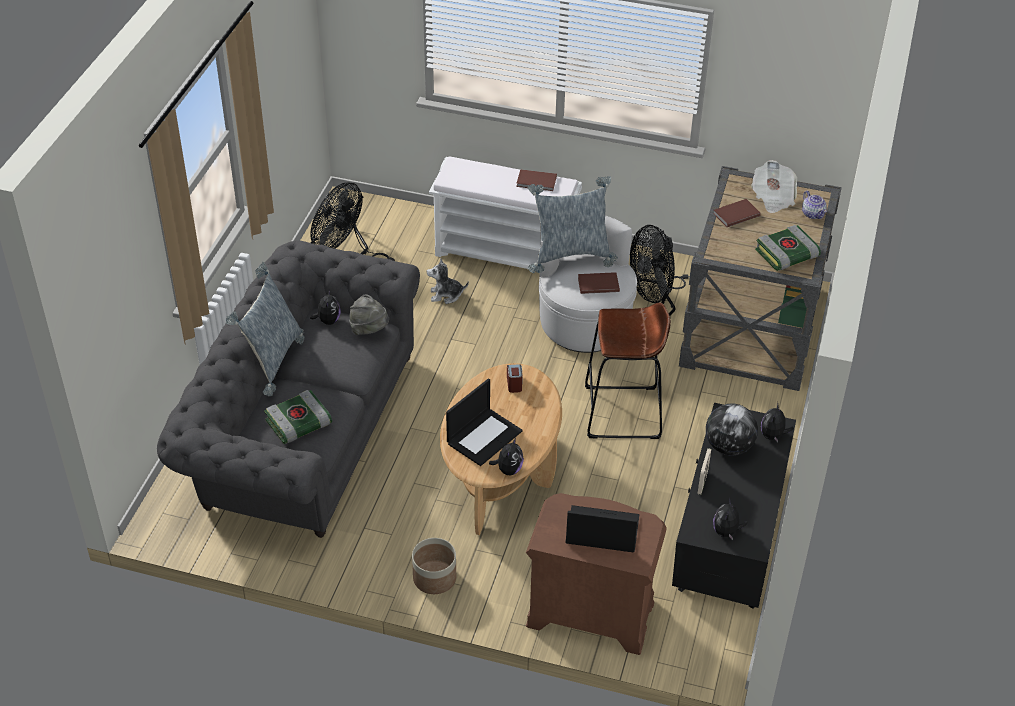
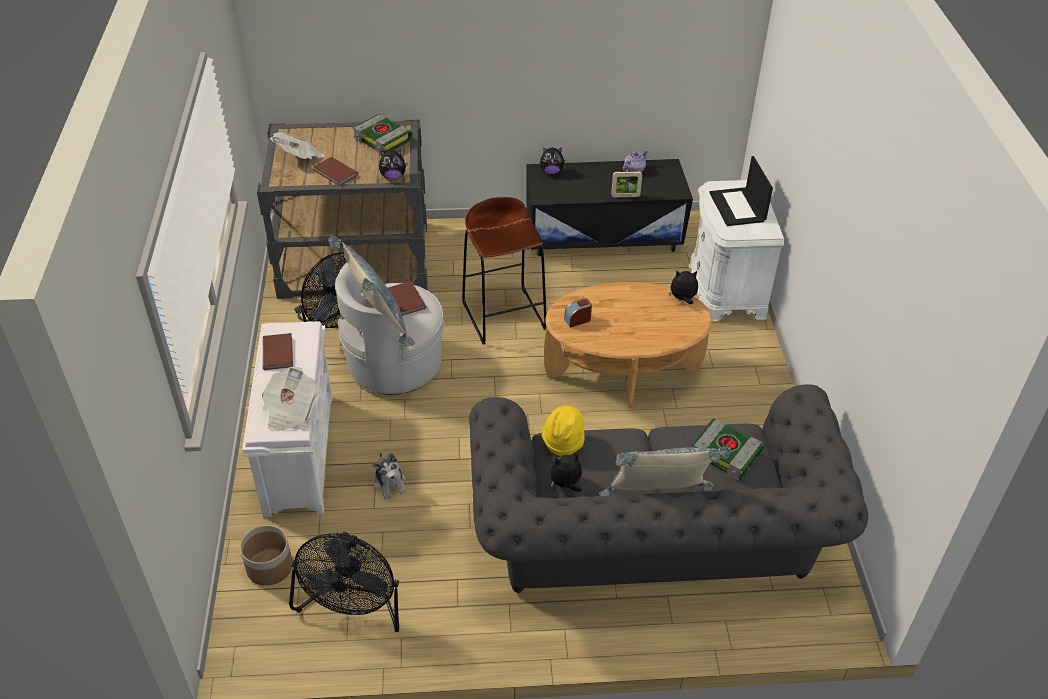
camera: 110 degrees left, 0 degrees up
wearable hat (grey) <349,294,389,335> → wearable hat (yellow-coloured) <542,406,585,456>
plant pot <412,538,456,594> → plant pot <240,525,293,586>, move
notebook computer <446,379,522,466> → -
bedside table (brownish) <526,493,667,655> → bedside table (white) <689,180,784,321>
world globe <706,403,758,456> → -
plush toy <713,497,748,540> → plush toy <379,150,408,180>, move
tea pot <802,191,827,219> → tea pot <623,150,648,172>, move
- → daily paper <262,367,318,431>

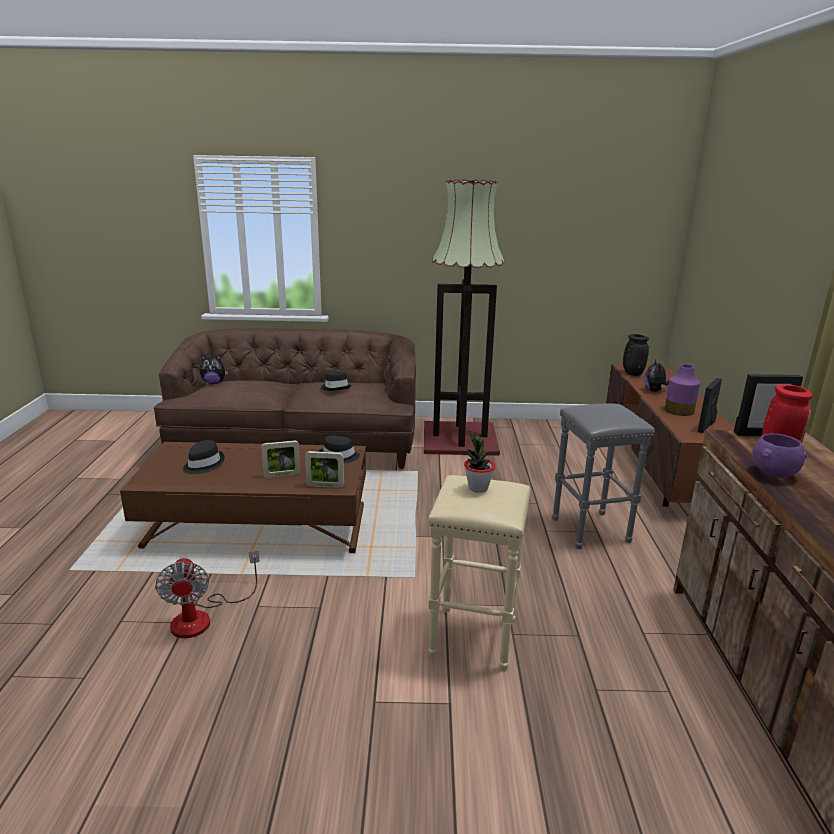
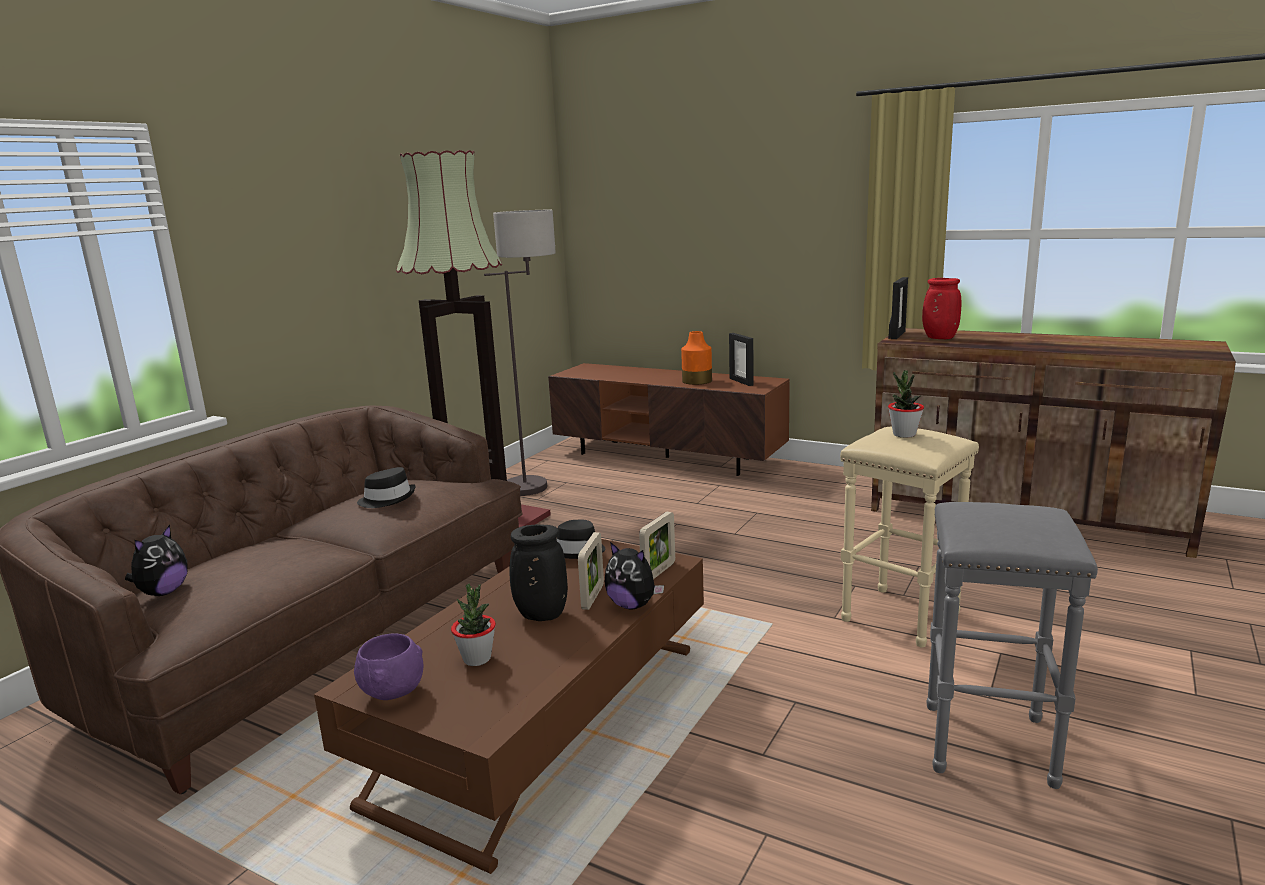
camera: 60 degrees left, 5 degrees down
cooling fan <155,550,260,638> → -
wearable hat (blackish) <183,440,224,474> → plant in a pot <451,583,496,666>
sitting stool (grey) <552,404,655,549> → sitting stool (grey) <927,502,1098,789>, move
flower vase (blackish) <623,334,649,376> → flower vase (blackish) <509,525,568,621>, move
plush toy <644,359,669,392> → plush toy <605,542,664,609>, move
flower vase (purplish) <664,364,700,416> → flower vase (orange) <681,331,712,385>
deep dish (purplish) <752,433,807,478> → deep dish (purplish) <354,633,423,700>, move
- → floor lamp (grey) <484,210,556,496>

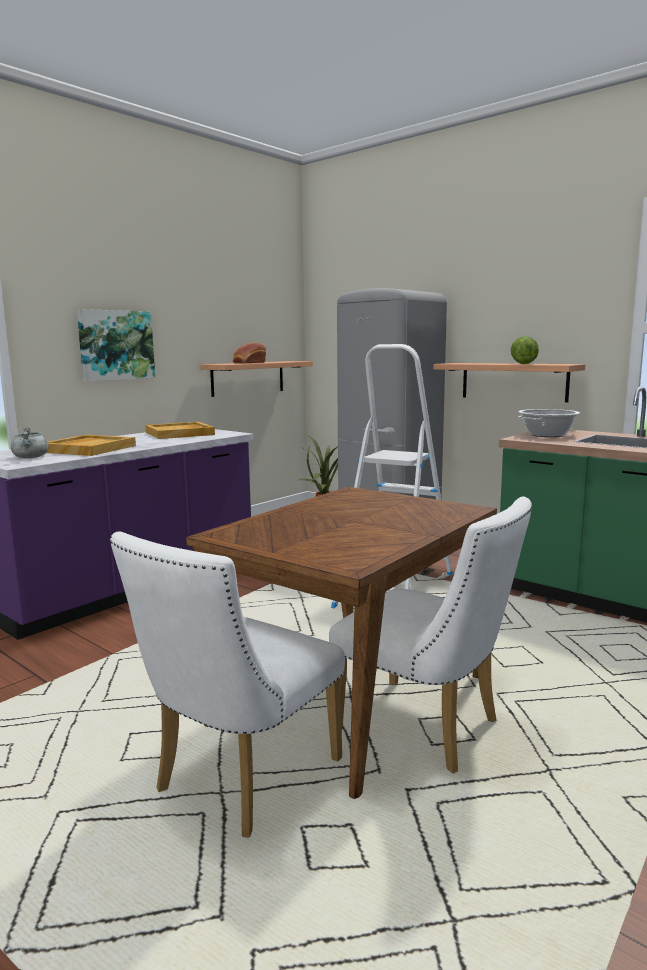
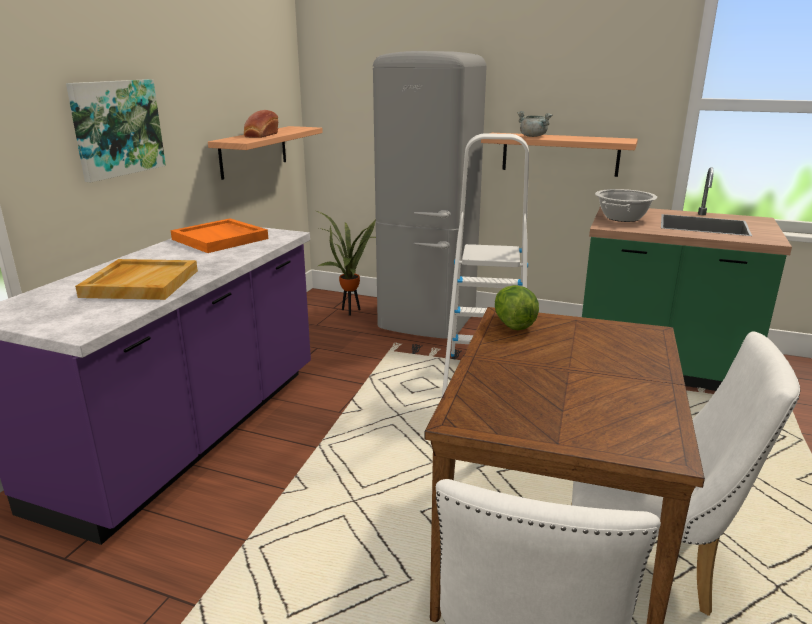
camera: 20 degrees left, 10 degrees up
stockpot (grey) <11,426,49,458> → stockpot (grey) <517,111,553,137>, move
serving tray (sand-coloured) <145,422,215,439> → serving tray (orange) <170,218,268,253>
lettuce <511,336,539,364> → lettuce <495,285,539,330>, move

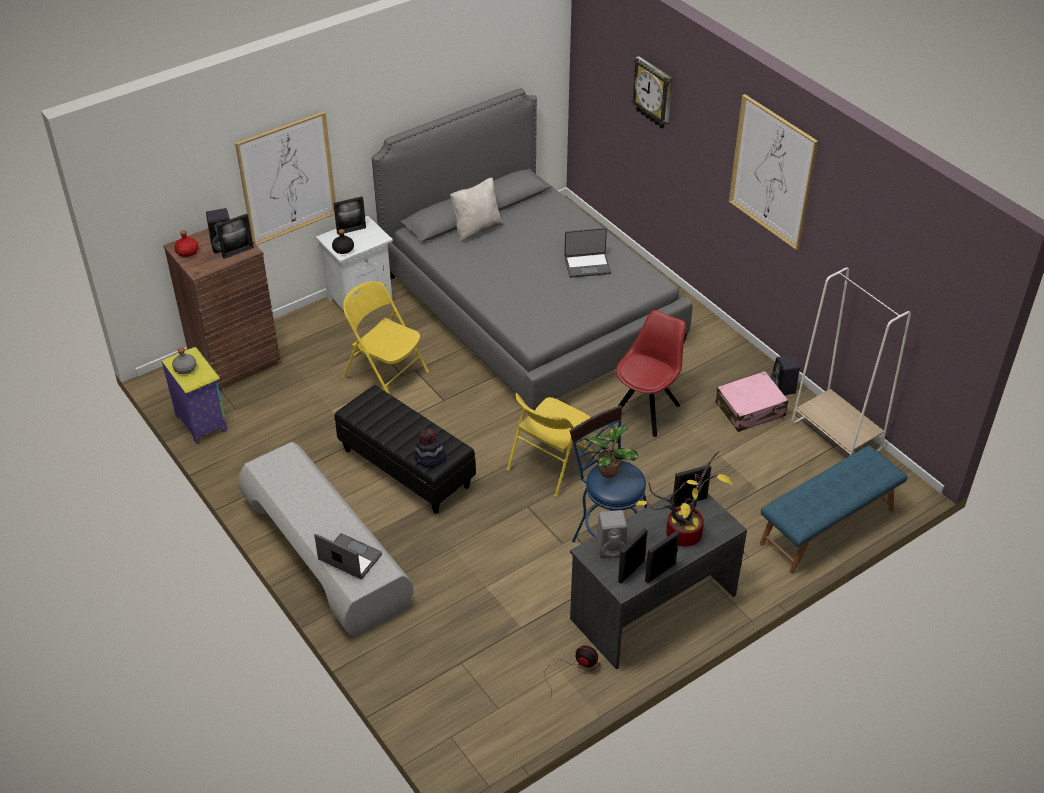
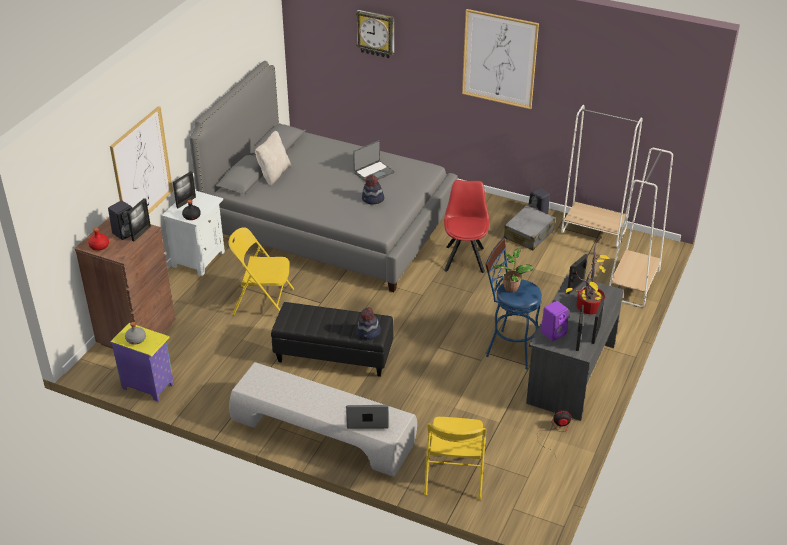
camera: 30 degrees left, 5 degrees down
chair (yellow-coloured) <506,393,597,497> → chair (yellow-coloured) <424,417,486,500>, move
loudspeaker (grey) <596,510,627,559> → loudspeaker (purplish) <541,301,569,341>
suitcase (pink-coloured) <715,371,788,432> → suitcase (grey) <504,205,555,250>
long seat (bluish) <759,446,908,574> → clothes rack <609,148,673,307>
- → wearable hat <362,175,384,204>

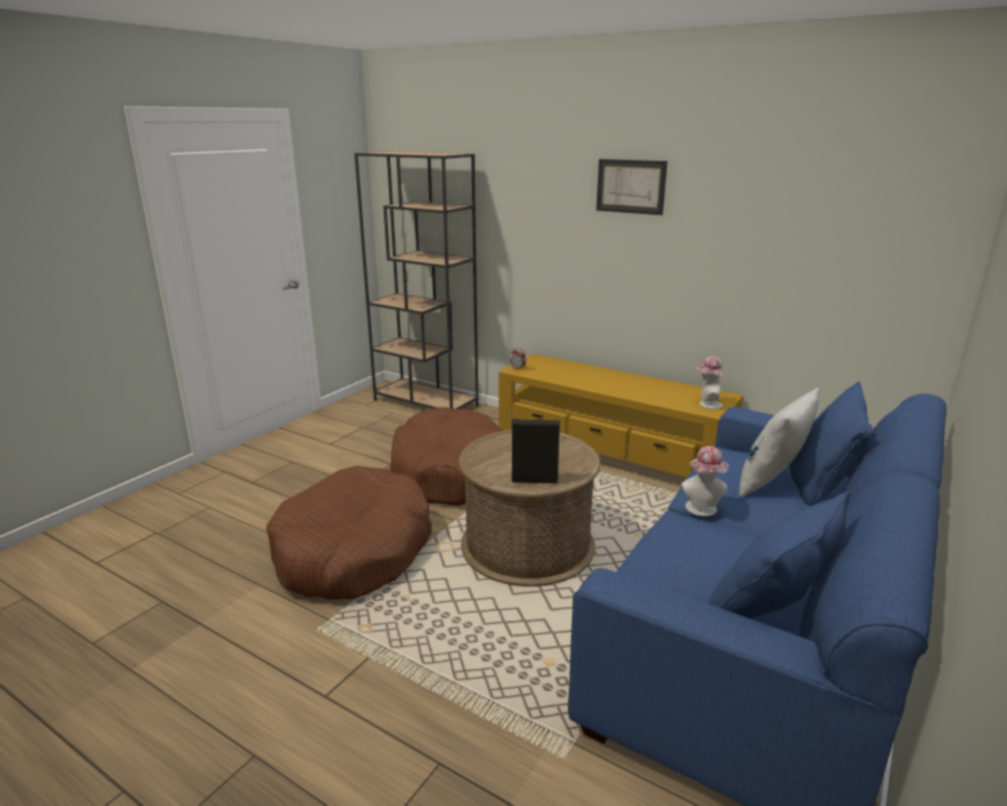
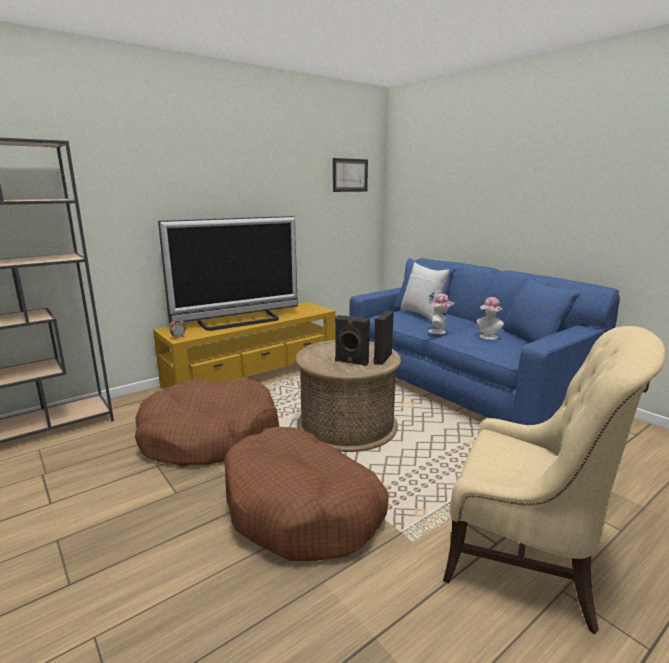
camera: 70 degrees left, 5 degrees down
wall art <596,159,668,215> → wall art <333,158,368,192>, move
wearable hat <696,356,726,409> → wearable hat <477,297,504,340>, move
- → TV set <158,216,298,331>
- → loudspeaker (blackish) <335,315,370,366>
- → lounge chair (sand-coloured) <443,326,665,635>

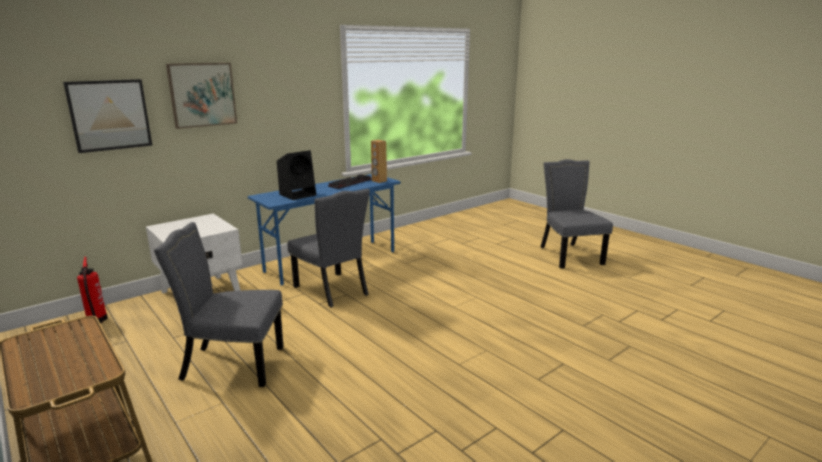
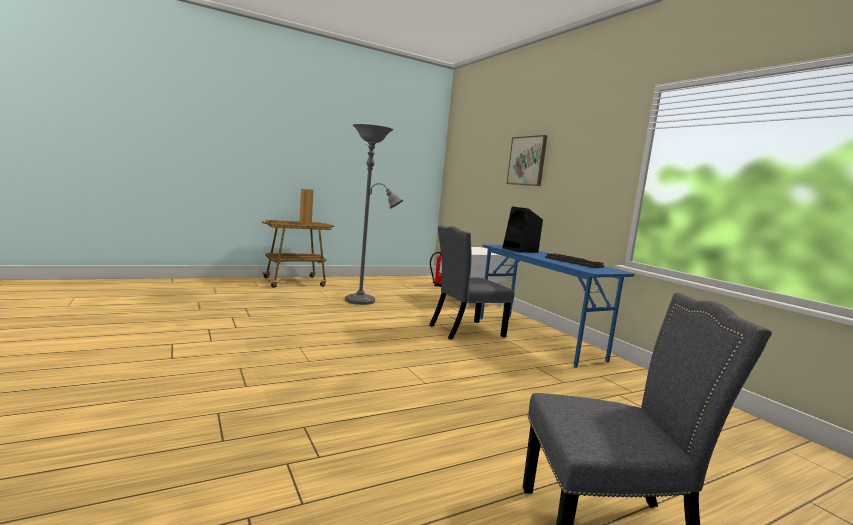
camera: 100 degrees right, 10 degrees down
wall art <63,79,152,153> → -
chair (grey) <154,222,283,387> → floor lamp (grey) <345,124,403,305>
loudspeaker (brownish) <371,140,387,183> → loudspeaker (brownish) <299,189,314,225>, move

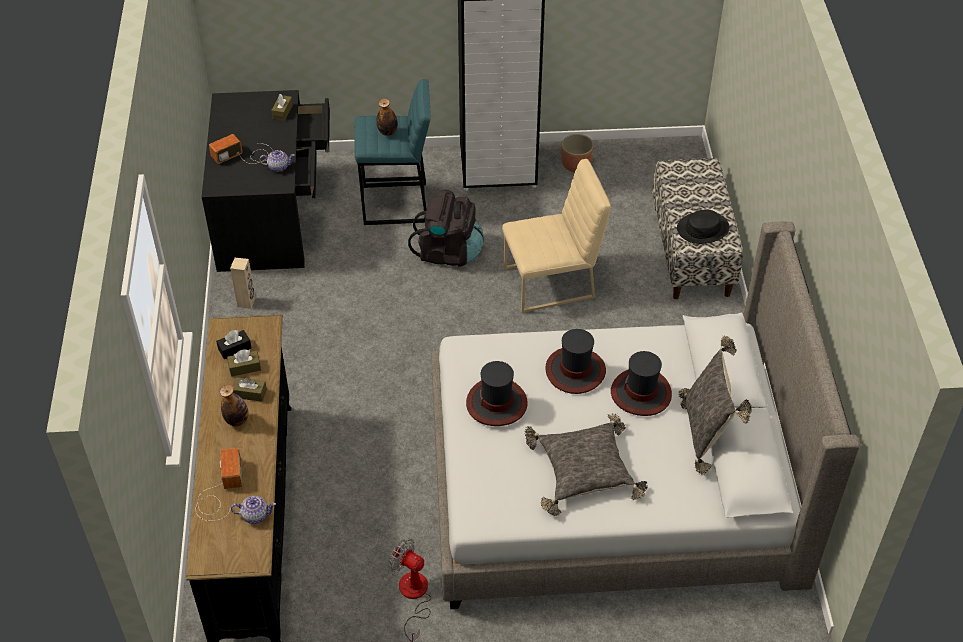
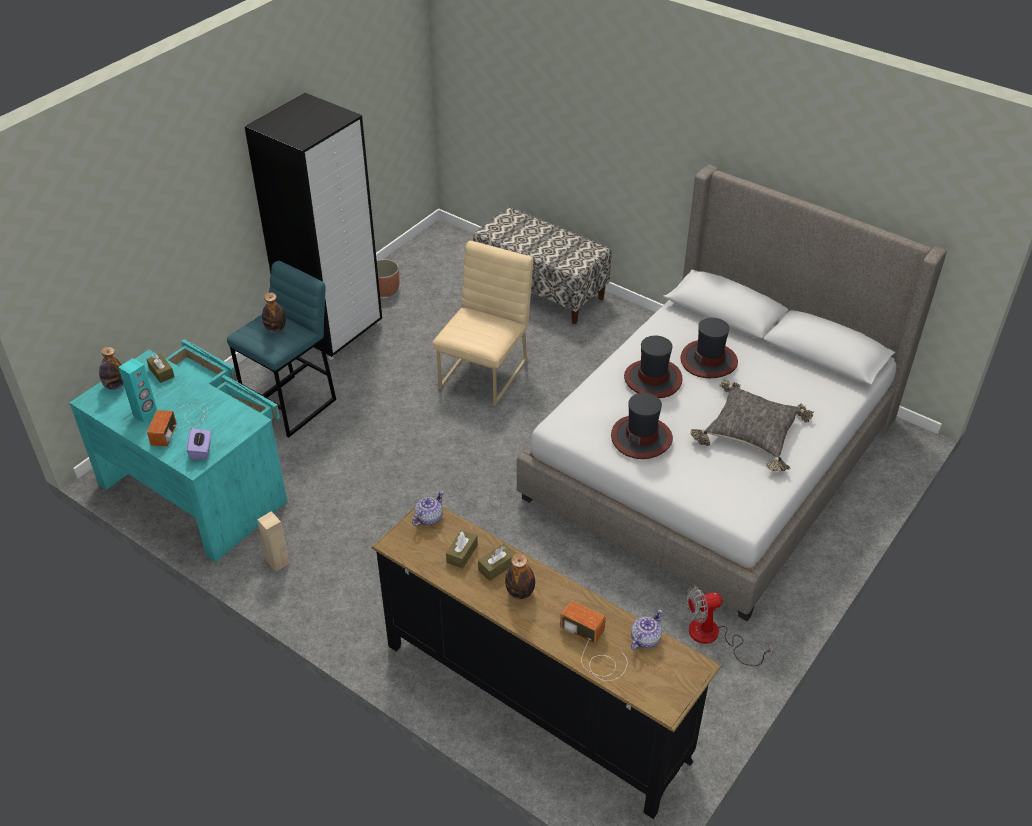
camera: 50 degrees left, 5 degrees down
desk table (blackish) <202,90,330,272> → desk table (turquoise-coloured) <69,339,287,562>
tissue box (blackish) <216,330,252,359> → -
tea pot <260,150,295,172> → tea pot <412,491,444,526>, move
knapsack (blackish) <408,189,484,267> → -
wearable hat (blackish) <677,209,729,244> → -
pillow <678,335,752,475> → -
- → bottle <99,347,123,390>
- → loudspeaker (turquoise-coloured) <118,358,157,423>
- → tissue box (purplish) <187,428,211,460>

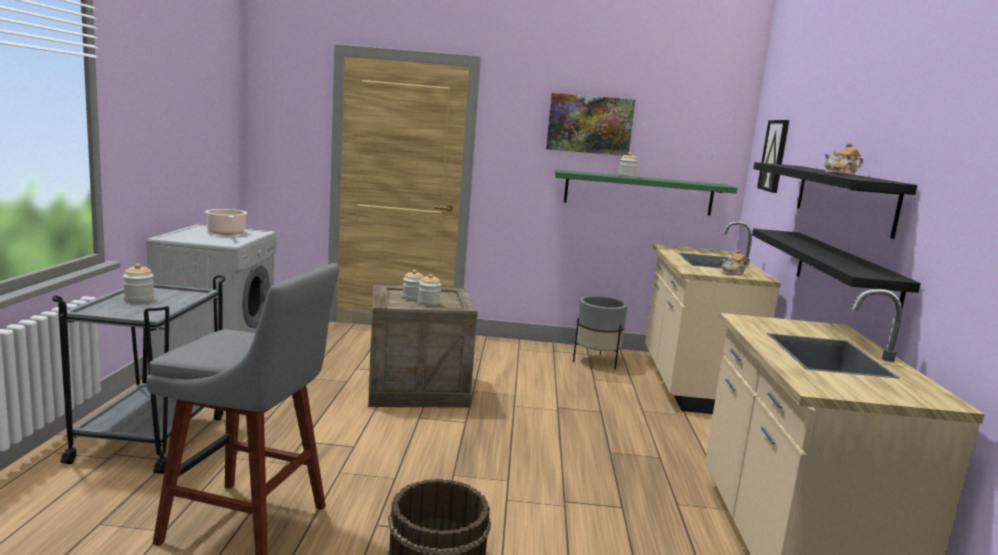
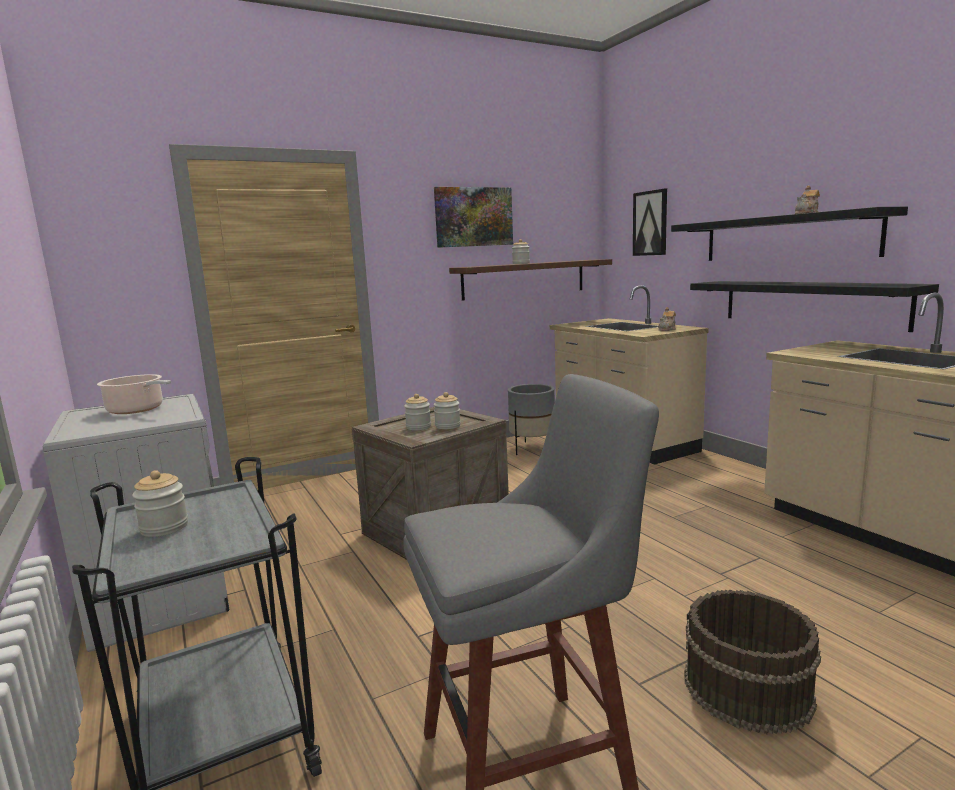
camera: 30 degrees left, 0 degrees up
wall shelf (greenish) <555,170,737,215> → wall shelf (brownish) <449,259,612,301>

